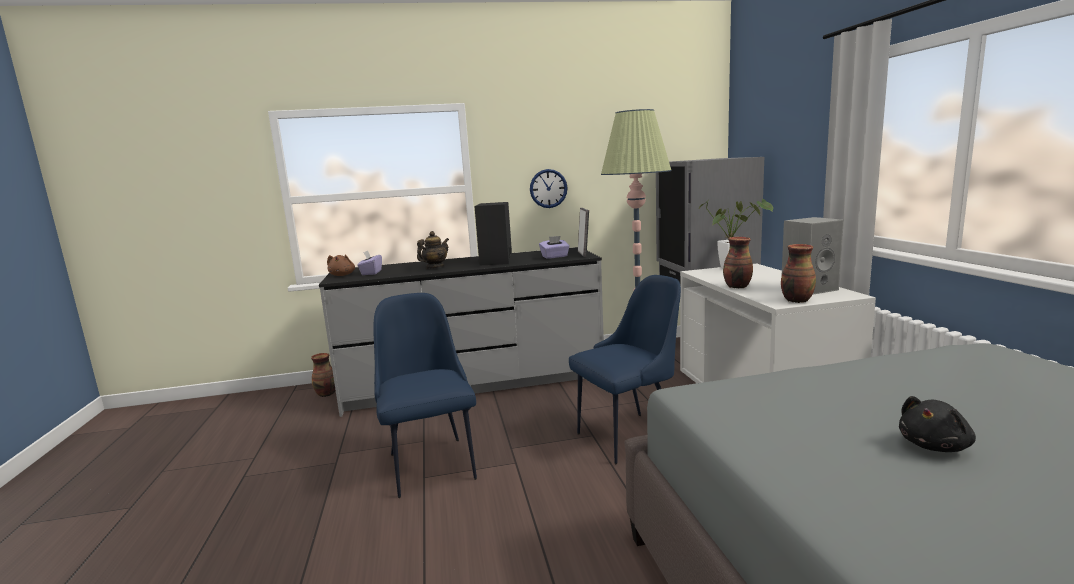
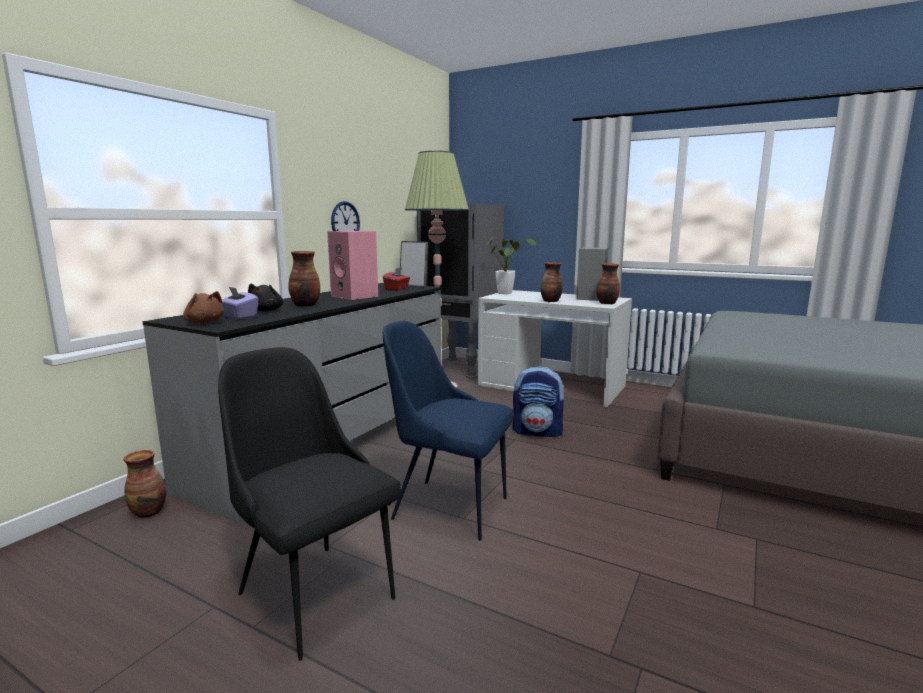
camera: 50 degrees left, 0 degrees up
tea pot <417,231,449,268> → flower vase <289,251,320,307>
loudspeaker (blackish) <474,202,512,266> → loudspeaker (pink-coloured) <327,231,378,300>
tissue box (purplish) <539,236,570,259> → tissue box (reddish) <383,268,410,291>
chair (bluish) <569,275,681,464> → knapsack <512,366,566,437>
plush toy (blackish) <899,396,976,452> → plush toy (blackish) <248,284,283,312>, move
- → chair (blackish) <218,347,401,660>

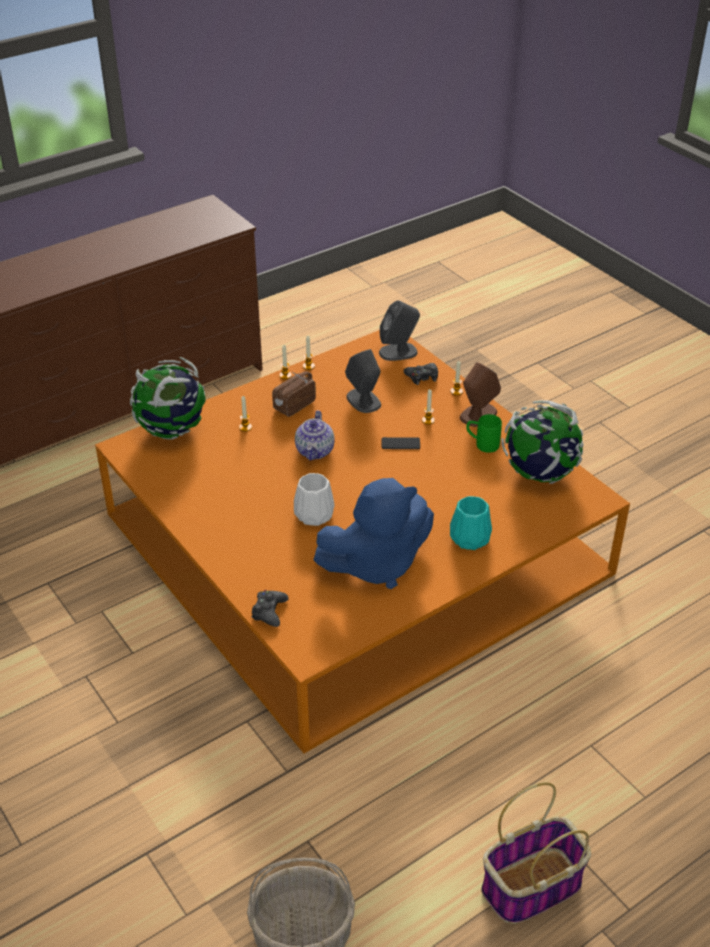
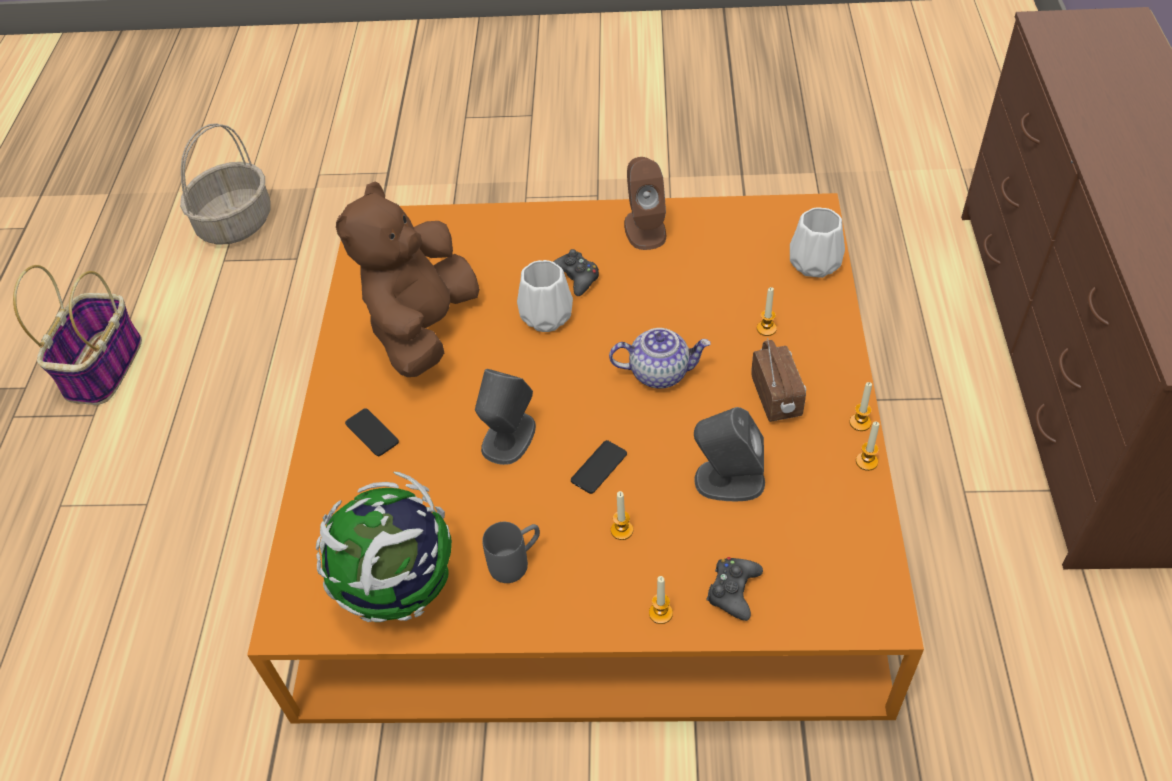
camera: 130 degrees right, 10 degrees up
world globe <130,357,206,439> → flower vase (white) <790,207,845,278>
gamepad (blackish) <251,590,288,627> → gamepad (blackish) <553,249,599,296>, move
tea pot <295,410,334,461> → tea pot <609,328,711,388>, 135 degrees clockwise
plush toy (bluish) <314,478,434,589> → plush toy (brownish) <336,182,479,377>
loudspeaker (grey) <379,300,420,361> → loudspeaker (grey) <475,369,536,465>, move
flower vase (turquoise-coloured) <450,496,492,550> → handset <345,408,399,456>
loudspeaker (brownish) <460,362,501,427> → loudspeaker (brownish) <624,157,666,250>, move
tea mug (greenish) <466,414,502,453> → tea mug (grey) <482,522,540,583>

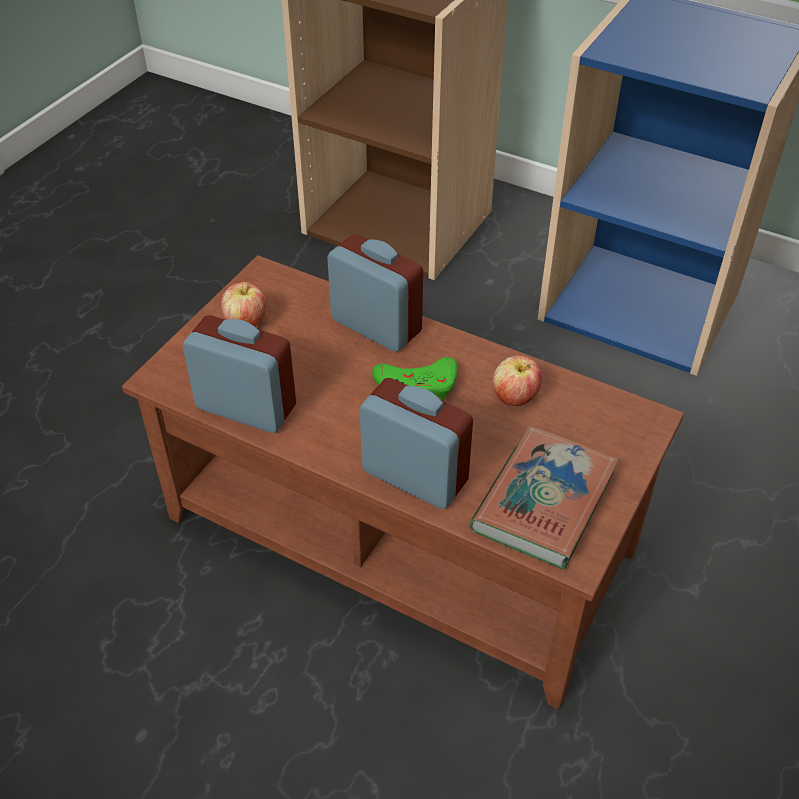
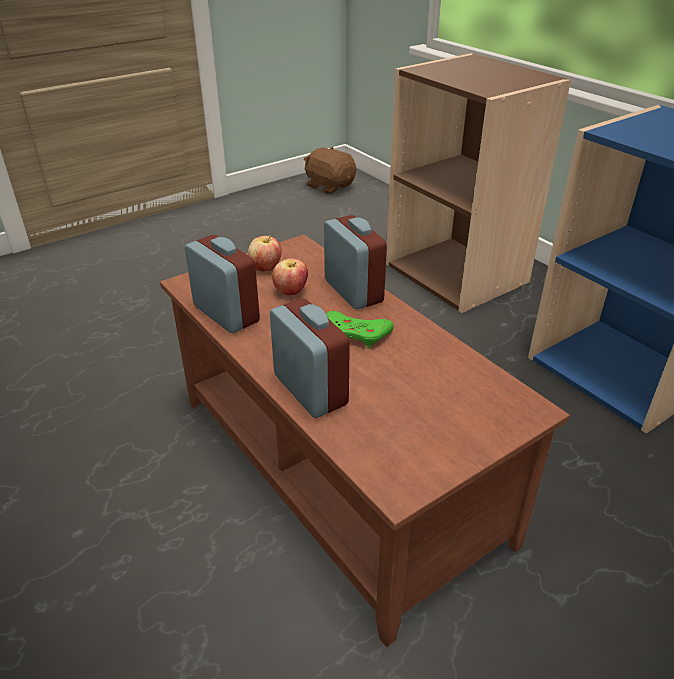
camera: 25 degrees right, 10 degrees down
volume <469,427,619,569> → -
apple <493,356,542,406> → apple <272,259,308,295>, move
- → plush toy (brownish) <304,147,356,194>

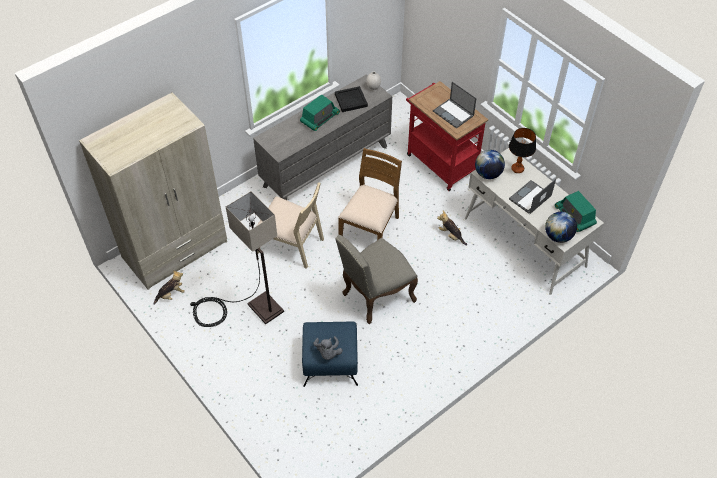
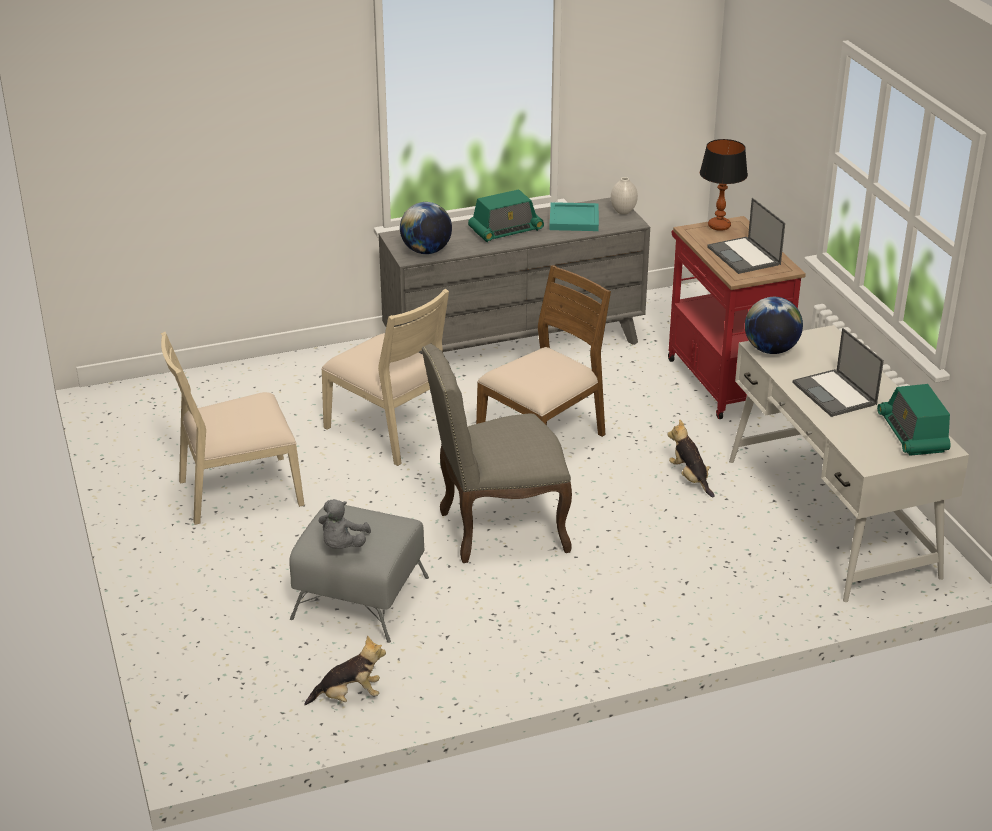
camera: 20 degrees right, 20 degrees down
clothes cupboard (sand-coloured) <79,92,227,290> → -
plush toy <153,270,185,305> → plush toy <304,635,386,705>, move
floor lamp <190,191,284,327> → chair (sand-coloured) <161,332,305,525>
footrest (bluish) <302,322,358,387> → footrest (grey) <289,505,429,643>
serving tray (blackish) <335,86,368,112> → serving tray (turquoise-coloured) <549,202,599,231>
tabletop lamp <509,128,536,173> → tabletop lamp <700,139,748,231>, move
notebook computer <509,179,556,214> → notebook computer <792,328,884,417>, 90 degrees counterclockwise
world globe <545,212,577,243> → world globe <400,202,452,254>, move

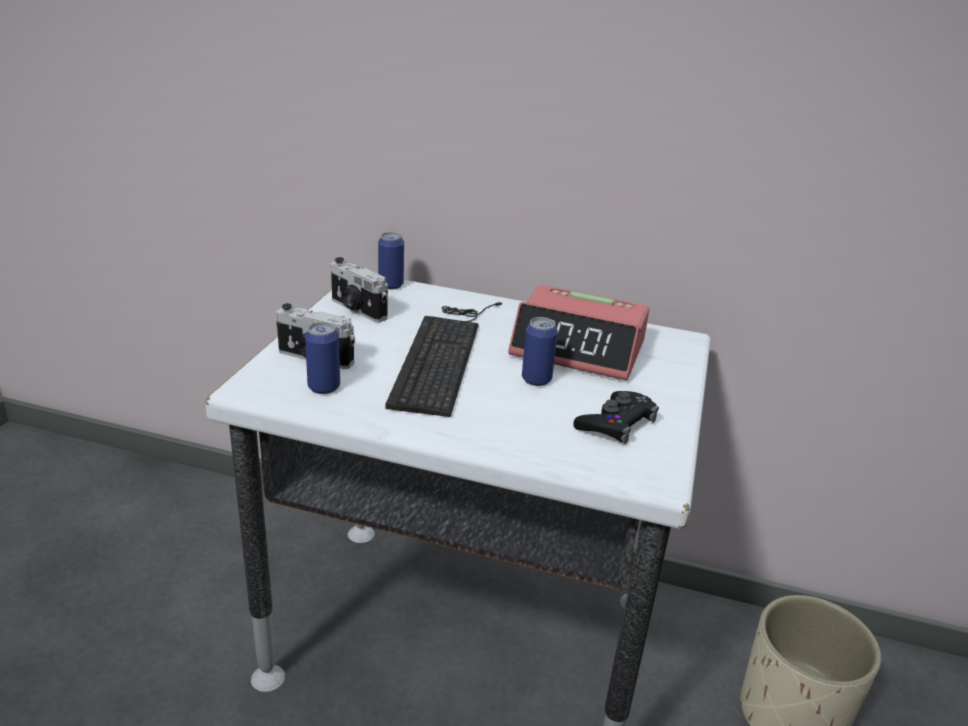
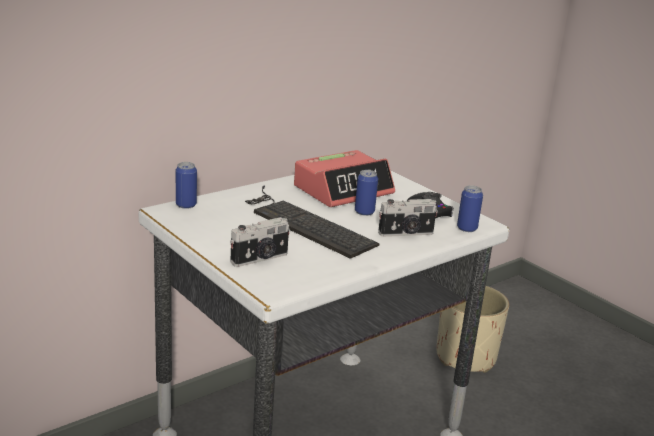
camera: 55 degrees left, 5 degrees down
sealed can <305,322,340,394> → sealed can <457,185,483,232>, move
still camera <331,257,388,323> → still camera <378,199,438,237>, move

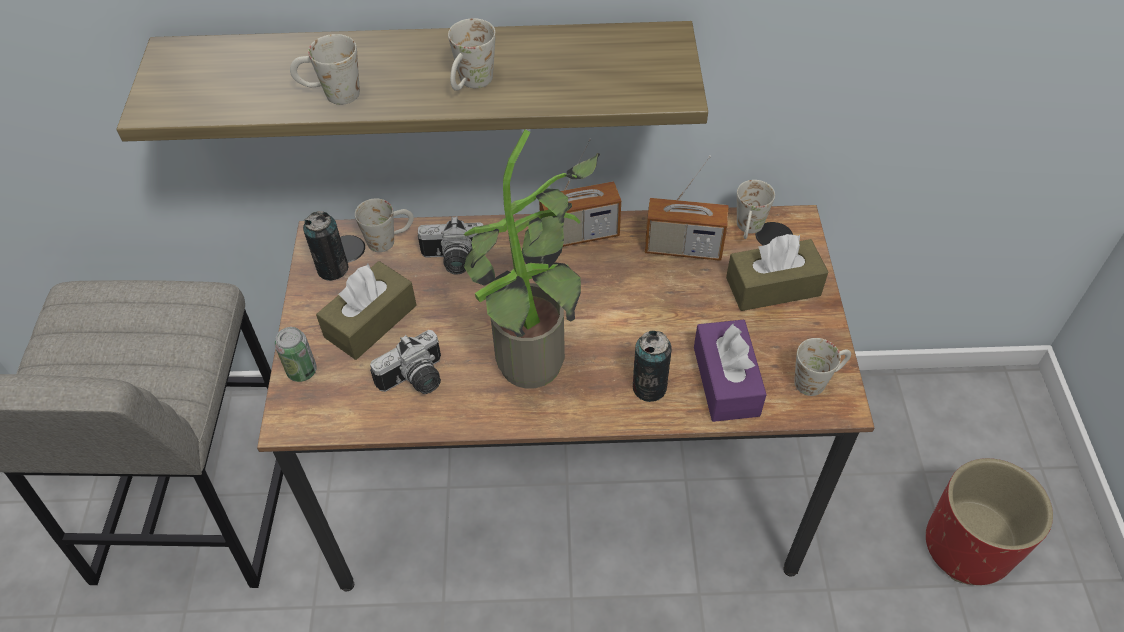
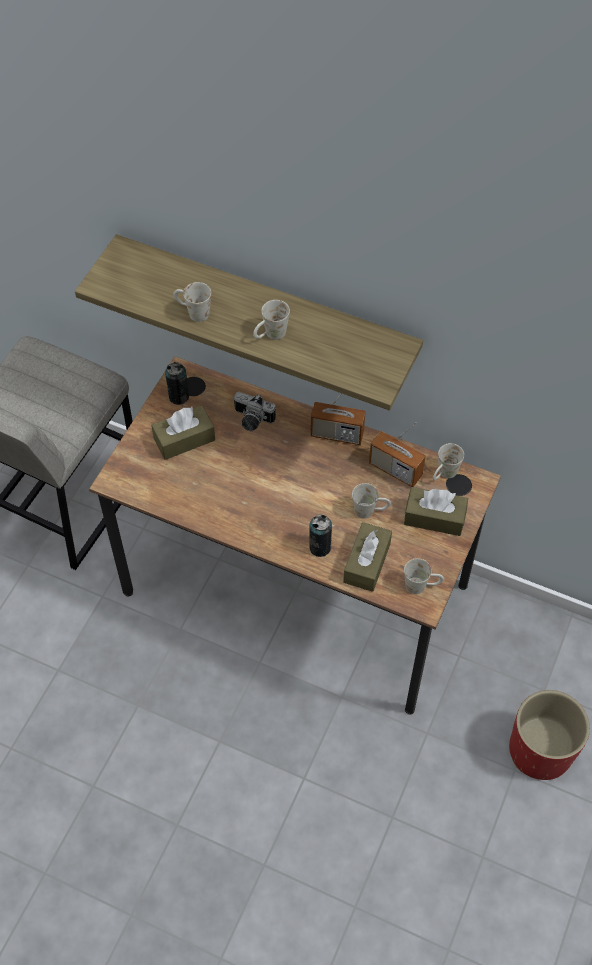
camera: 25 degrees right, 5 degrees up
sealed can <275,327,317,382> → -
tea mug (white) <355,198,414,252> → tea mug (white) <352,483,391,519>, move
still camera <370,330,441,394> → -
plant in a pot <464,129,600,389> → -
tissue box (purplish) <694,320,767,422> → tissue box (brownish) <343,522,392,592>

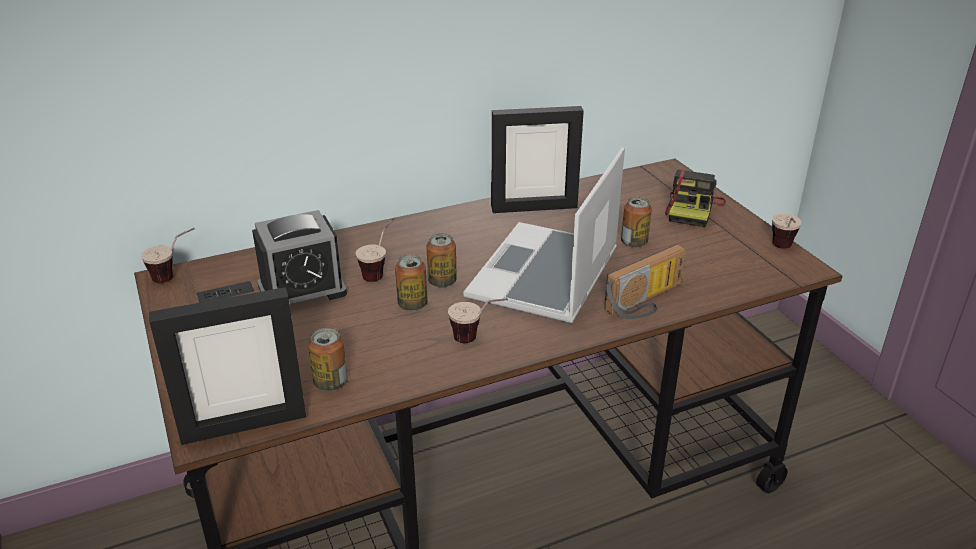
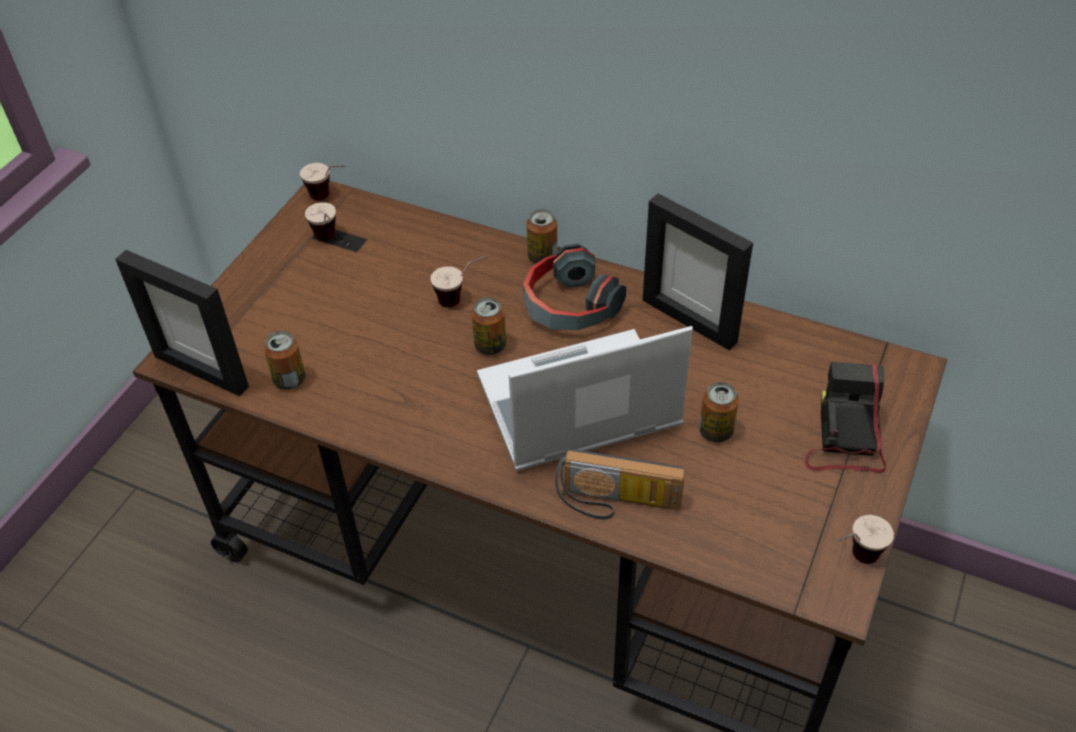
camera: 50 degrees right, 15 degrees up
alarm clock <252,210,347,304> → -
sealed can <395,254,427,311> → sealed can <527,209,558,263>, move
small cup <448,298,508,343> → small cup <305,202,336,241>, move
still camera <665,170,726,227> → still camera <805,362,886,473>, 120 degrees clockwise
- → pair of headphones <523,244,626,330>

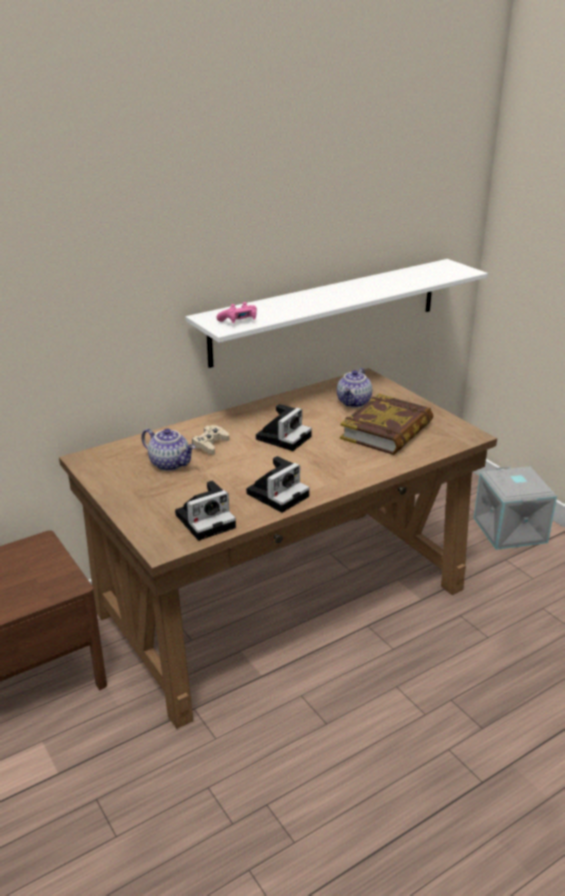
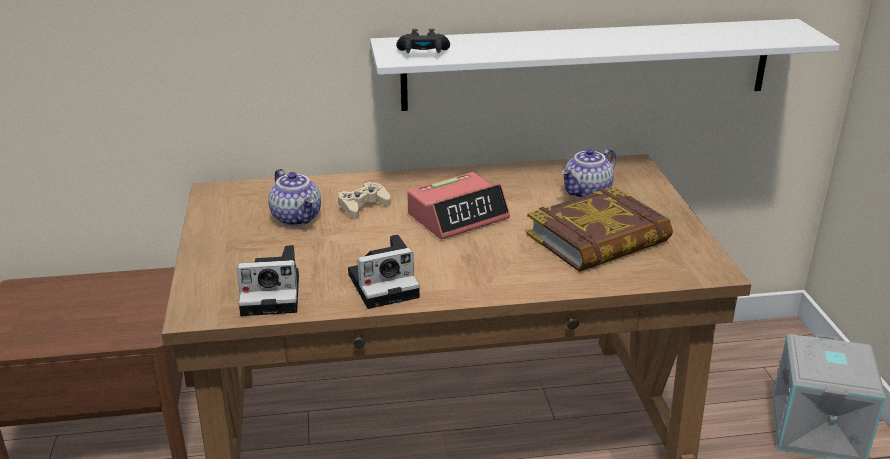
camera: 25 degrees right, 0 degrees up
gamepad (pink-coloured) <217,302,257,323> → gamepad (blackish) <396,29,450,54>
still camera <256,404,312,451> → alarm clock <407,172,510,239>

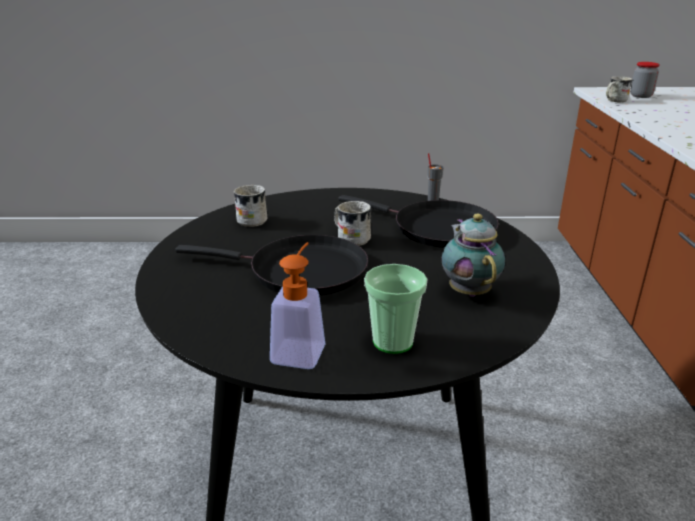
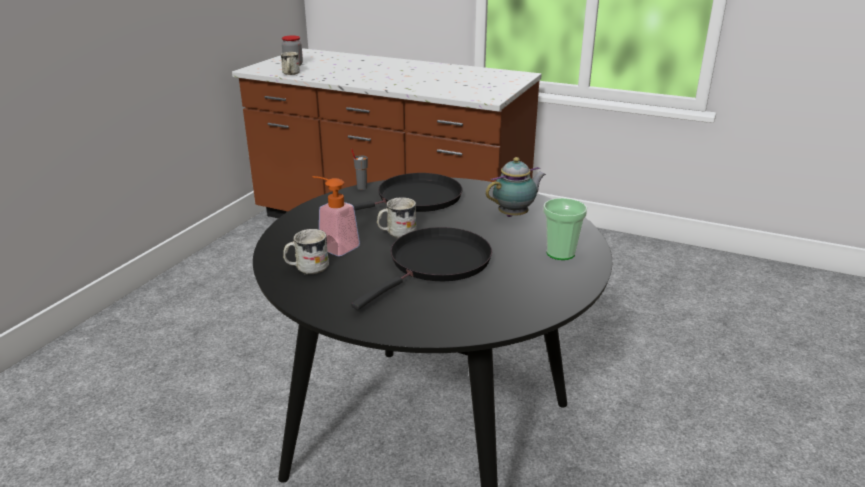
camera: 65 degrees left, 0 degrees up
soap bottle <270,242,325,369> → soap bottle <312,176,360,256>, move
tea pot <442,214,505,297> → tea pot <486,157,546,217>, 135 degrees clockwise

